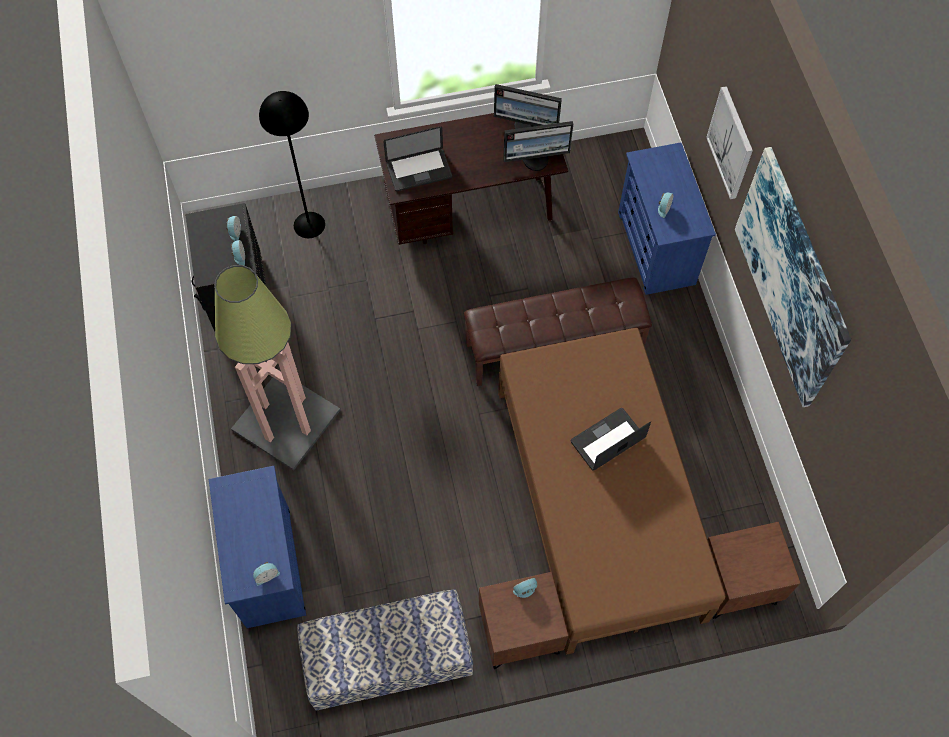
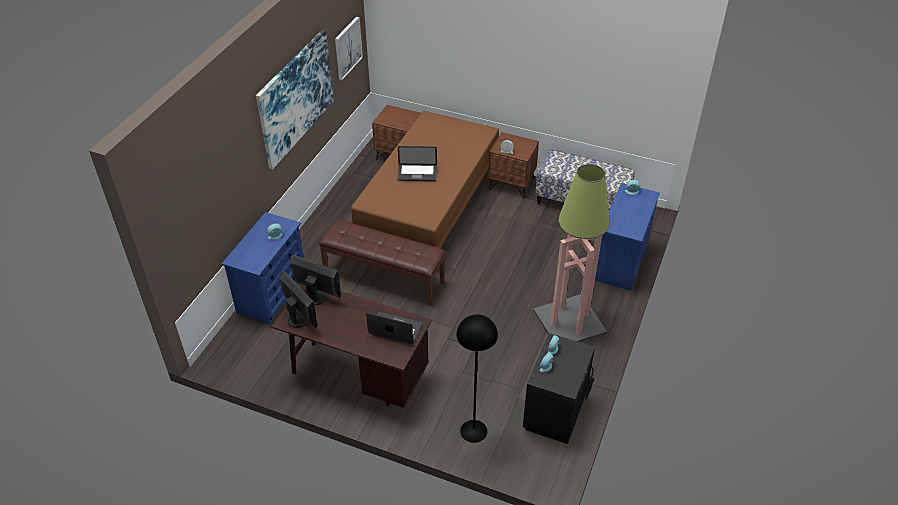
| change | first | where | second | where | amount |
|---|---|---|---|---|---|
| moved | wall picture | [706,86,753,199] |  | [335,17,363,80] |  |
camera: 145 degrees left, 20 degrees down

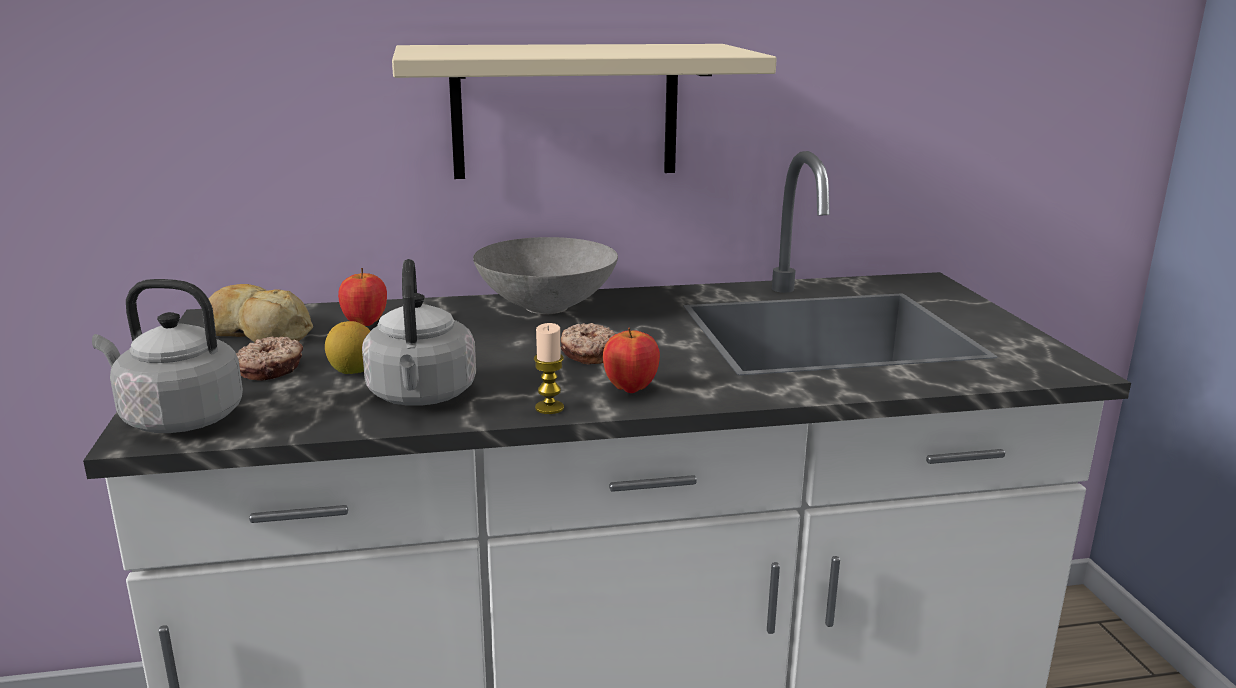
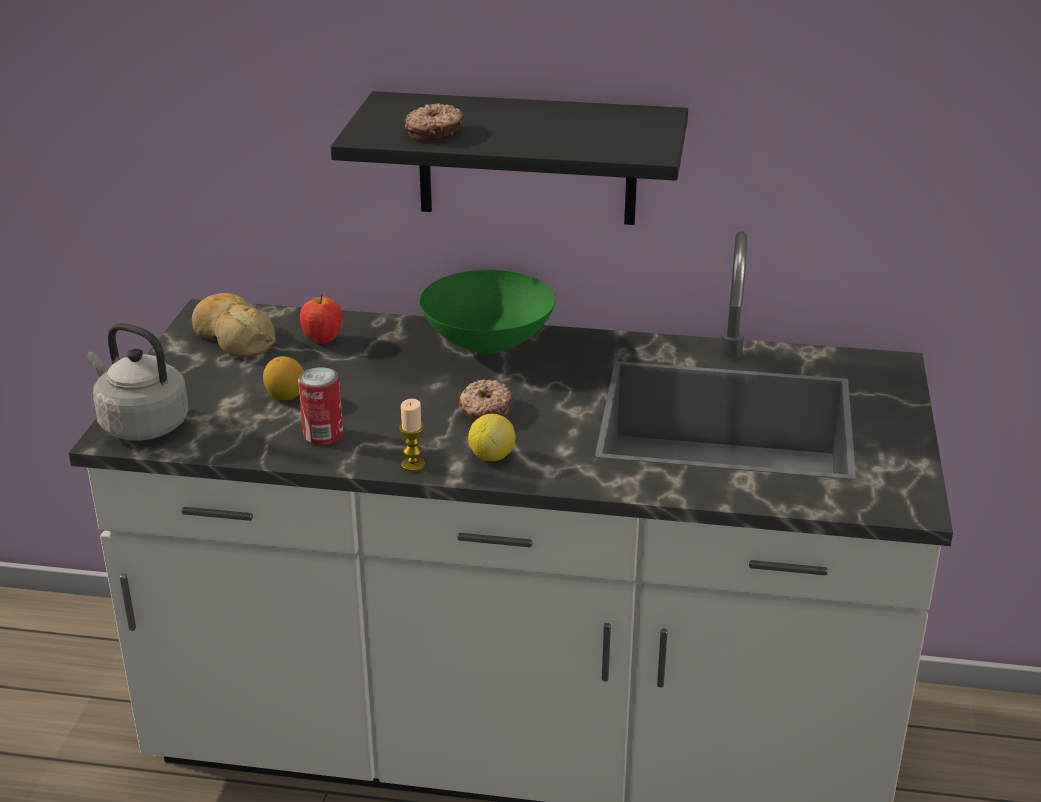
| change | first | where | second | where | amount |
|---|---|---|---|---|---|
| moved | ring doughnut | [236,336,303,381] |  | [405,103,464,141] |  |
| replaced | grey tea kettle | [362,259,476,406] | can | [298,367,343,445] |  |
| replaced | apple fruit | [603,327,660,393] | lemon | [468,414,515,461] |  |
| recoloured | sand-coloured bracket shelf | [392,44,777,179] | blackish bracket shelf | [331,91,688,225] |  |
| recoloured | grey serving bowl | [473,237,618,314] | green serving bowl | [420,270,555,354] |  |
camera: 20 degrees right, 10 degrees up

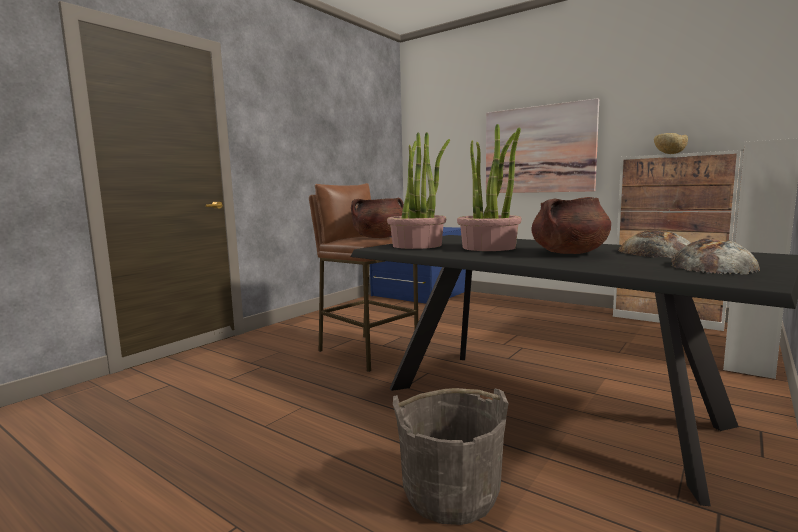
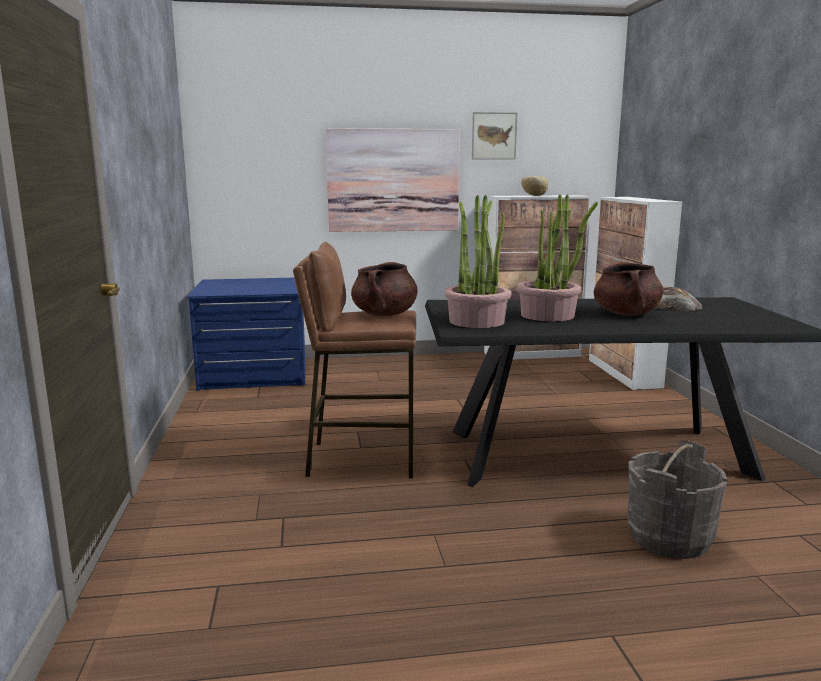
| change | first | where | second | where | amount |
|---|---|---|---|---|---|
| removed | bread | [671,239,760,275] |  |  |  |
| added |  |  | wall picture | [472,112,518,160] |  |
camera: 45 degrees left, 5 degrees up

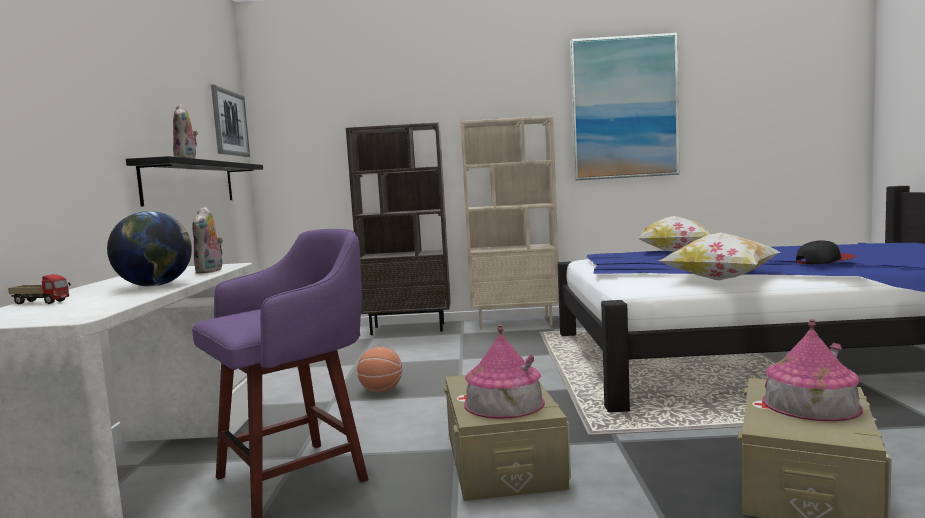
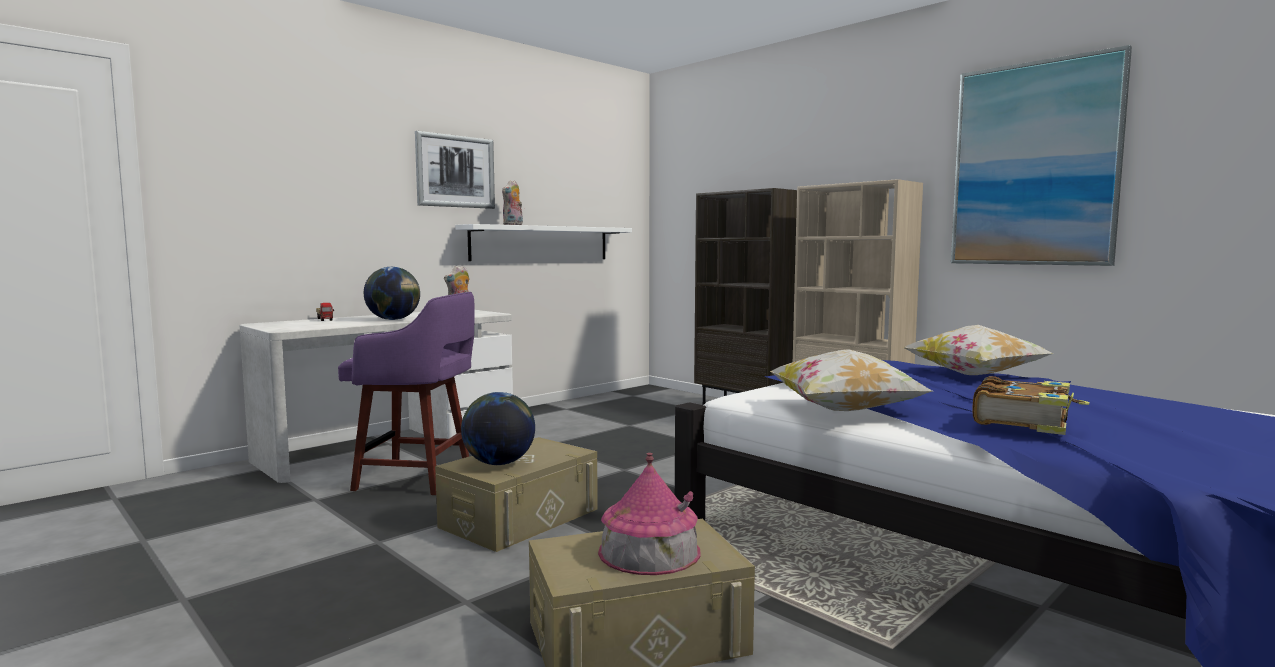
| change | first | where | second | where | amount |
|---|---|---|---|---|---|
| removed | basketball | [357,347,402,392] |  |  |  |
| moved | wall picture | [211,85,250,157] |  | [415,131,495,209] |  |
| replaced | model house | [464,325,545,419] | world globe | [461,392,535,465] |  |
| replaced | peaked cap | [796,240,856,264] | bound book | [972,376,1090,435] |  |
| recoloured | blackish bracket shelf | [126,156,263,207] | whitish bracket shelf | [455,224,632,261] |  |
camera: 45 degrees right, 0 degrees up

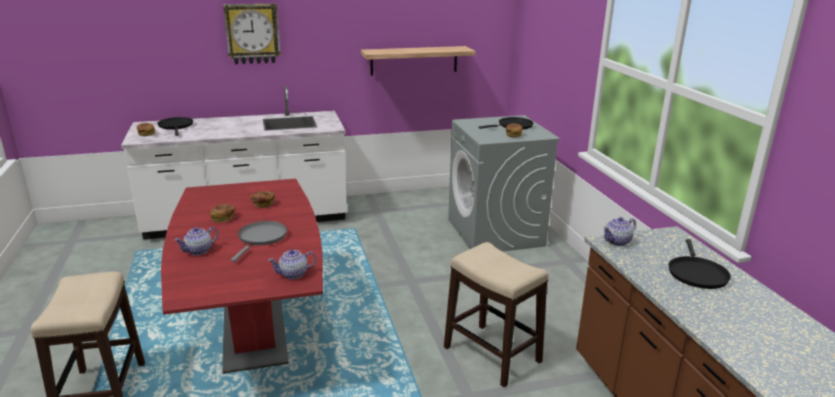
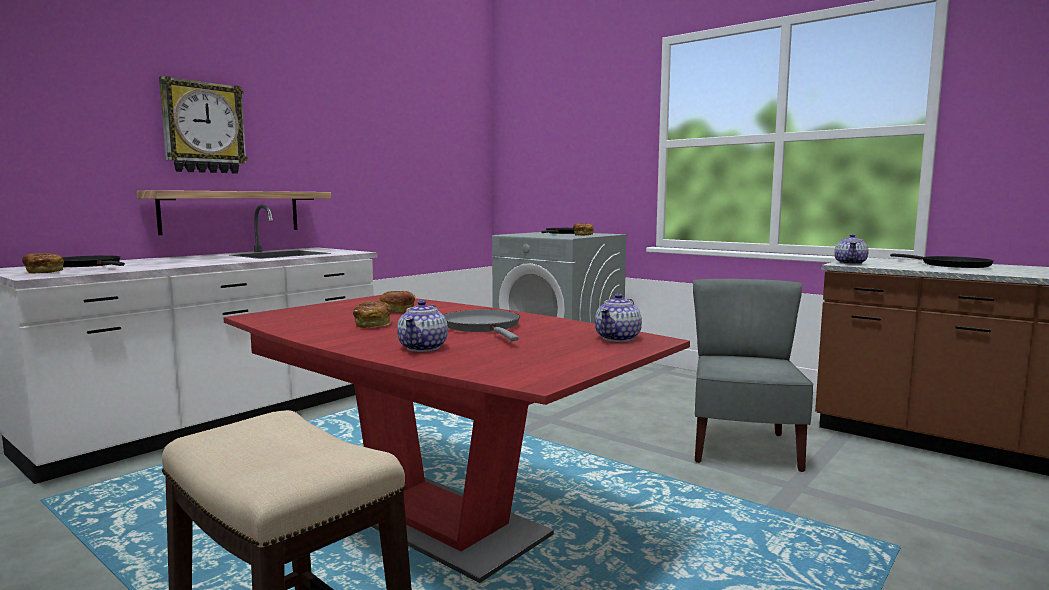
| change | first | where | second | where | amount |
|---|---|---|---|---|---|
| moved | bracket shelf | [361,46,476,75] |  | [136,190,331,235] |  |
| replaced | sitting stool | [444,242,549,388] | grey plain chair | [693,279,813,472] |  |
camera: 35 degrees left, 15 degrees down

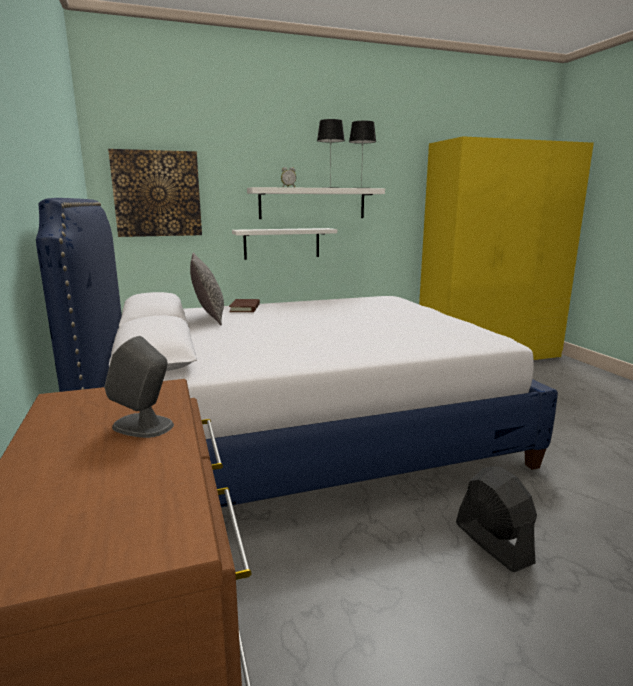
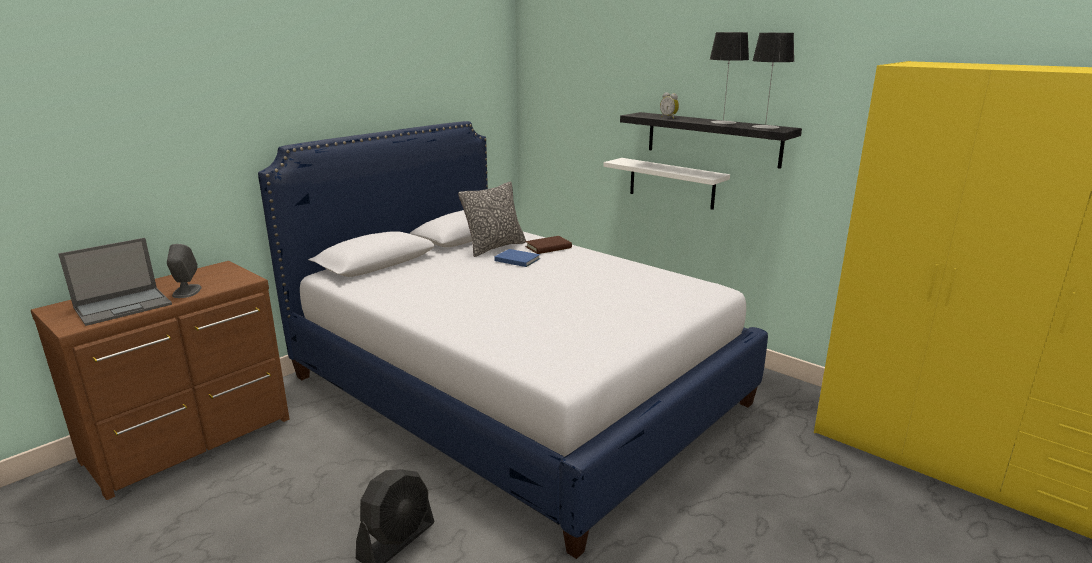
| change | first | where | second | where | amount |
|---|---|---|---|---|---|
| removed | wall picture | [108,149,202,237] |  |  |  |
| added |  |  | notebook computer | [58,238,172,326] |  |
| added |  |  | blue-coloured bound book | [494,249,540,267] |  |
| recoloured | whitish bracket shelf | [247,187,385,219] | blackish bracket shelf | [620,112,802,169] |  |
camera: 60 degrees right, 5 degrees up

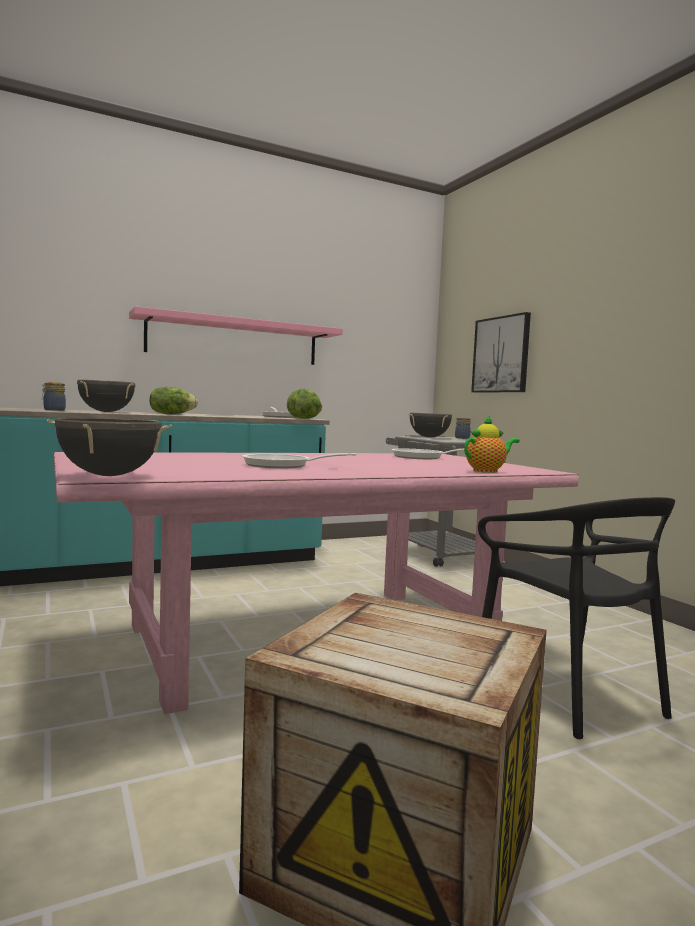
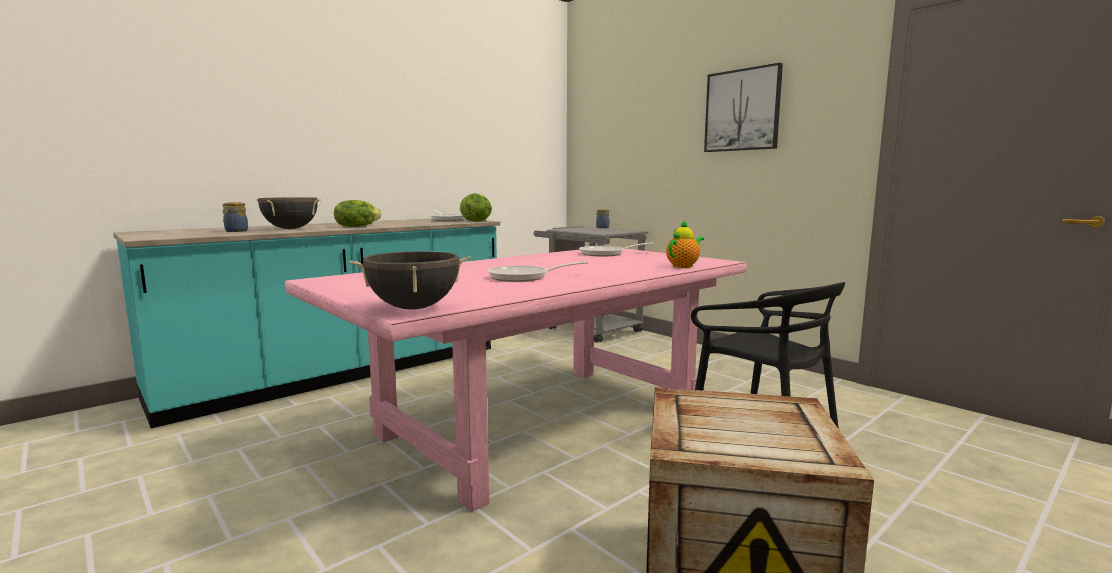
| change | first | where | second | where | amount |
|---|---|---|---|---|---|
| removed | pink-coloured bracket shelf | [129,306,343,365] |  |  |  |
| removed | blackish stockpot | [409,413,452,438] |  |  |  |
| moved | wall picture | [471,312,531,392] |  | [704,63,783,152] |  |
camera: 15 degrees left, 5 degrees up

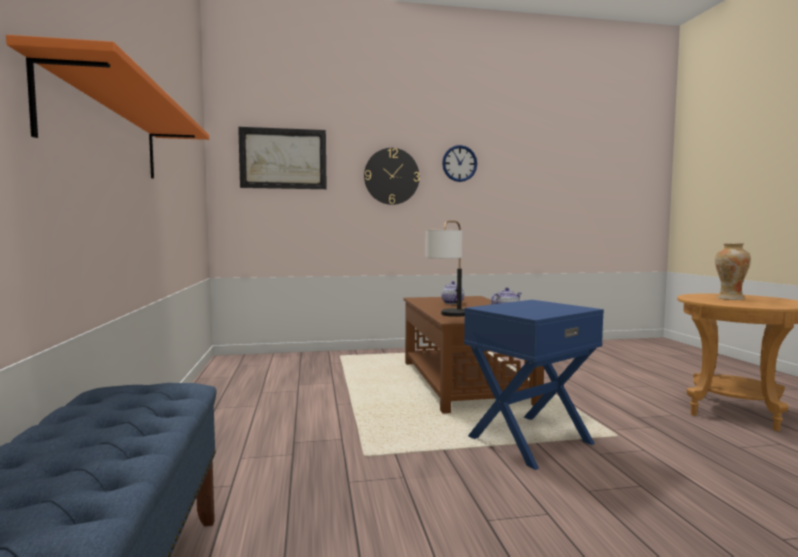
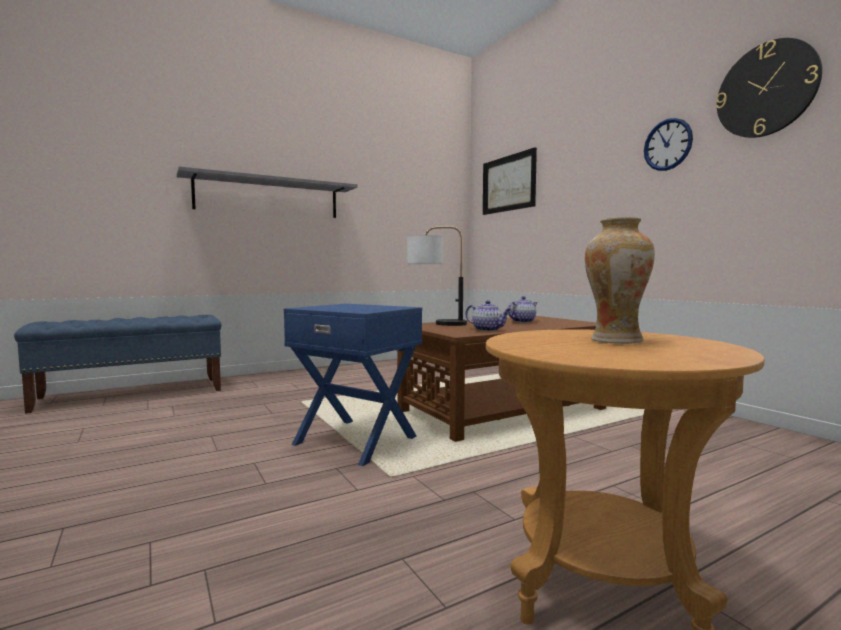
| change | first | where | second | where | amount |
|---|---|---|---|---|---|
| moved | clock on the wall | [364,148,420,205] |  | [716,38,822,138] |  |
| recoloured | orange-coloured bracket shelf | [6,35,209,179] | grey bracket shelf | [177,166,357,218] |  |
camera: 70 degrees right, 0 degrees up

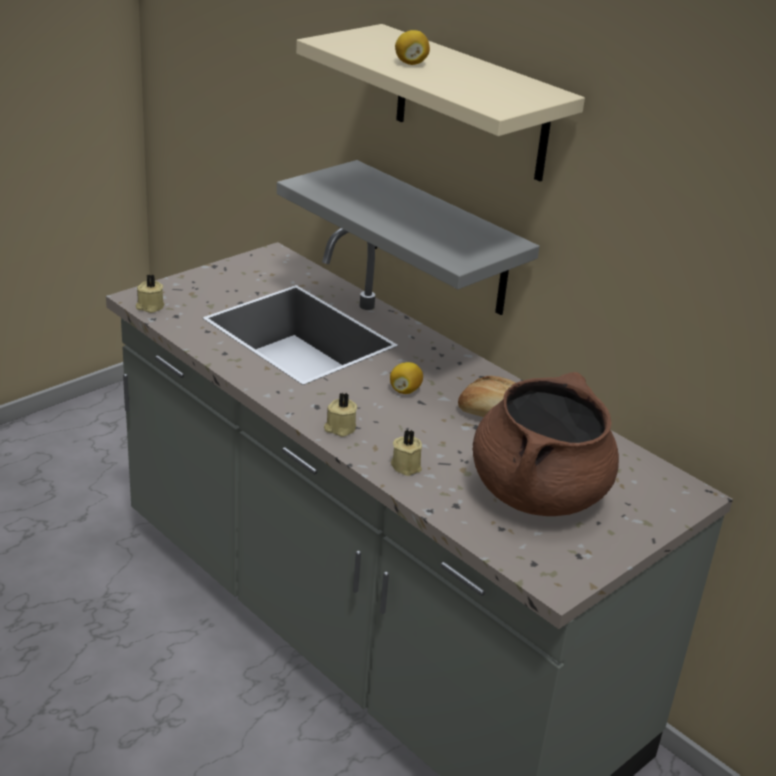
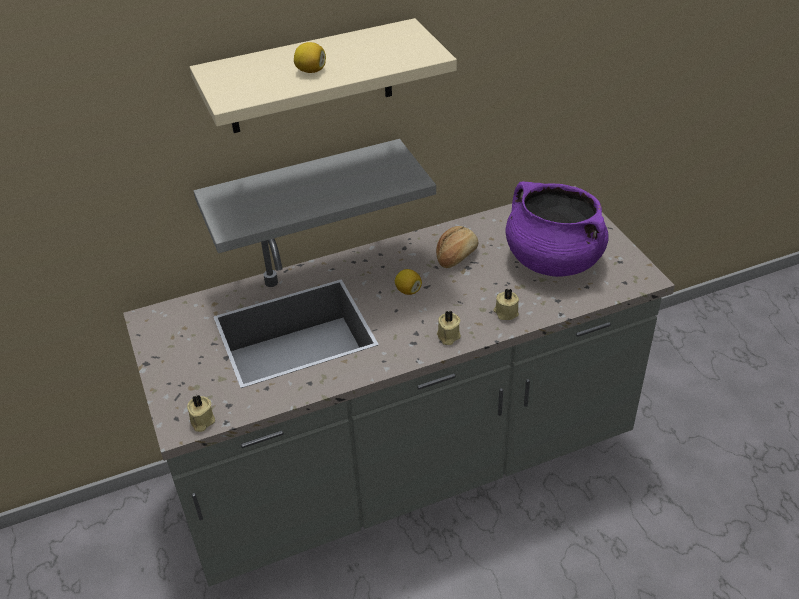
| change | first | where | second | where | amount |
|---|---|---|---|---|---|
| recoloured | brown-coloured stockpot | [473,372,619,516] | purplish stockpot | [505,181,609,277] |  |
camera: 65 degrees left, 10 degrees up

